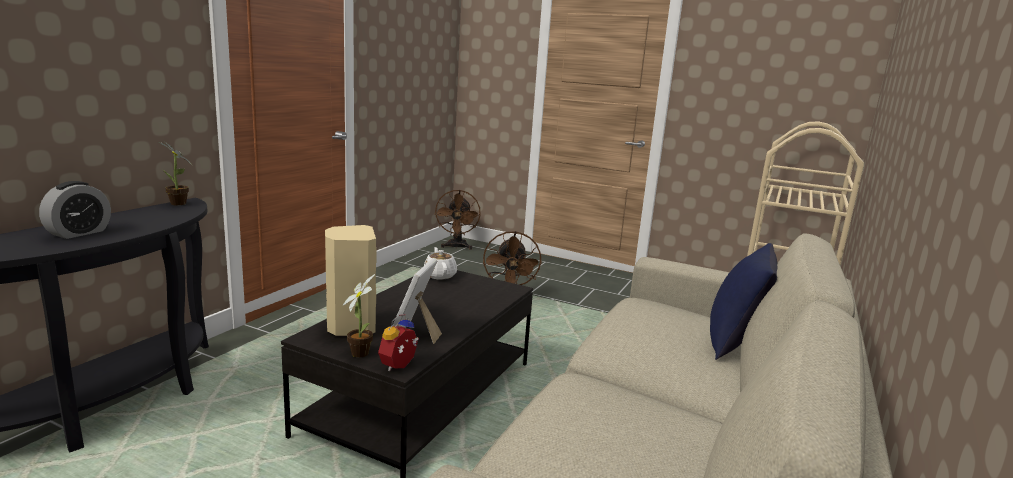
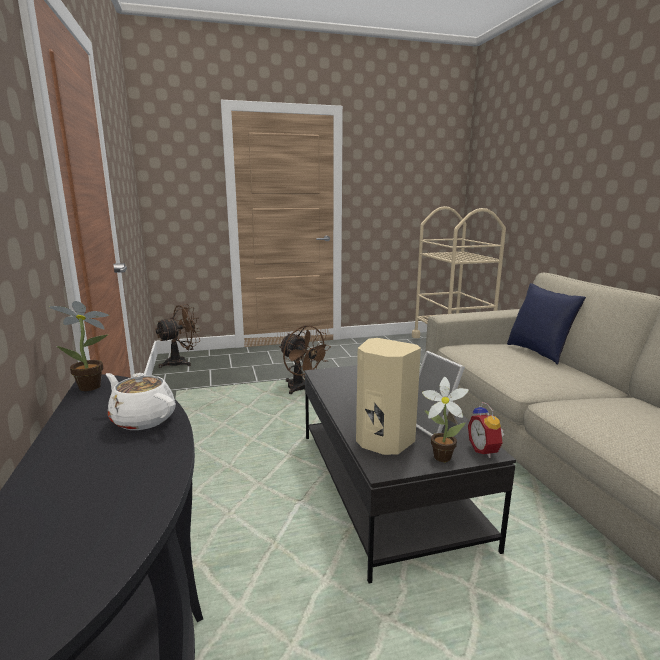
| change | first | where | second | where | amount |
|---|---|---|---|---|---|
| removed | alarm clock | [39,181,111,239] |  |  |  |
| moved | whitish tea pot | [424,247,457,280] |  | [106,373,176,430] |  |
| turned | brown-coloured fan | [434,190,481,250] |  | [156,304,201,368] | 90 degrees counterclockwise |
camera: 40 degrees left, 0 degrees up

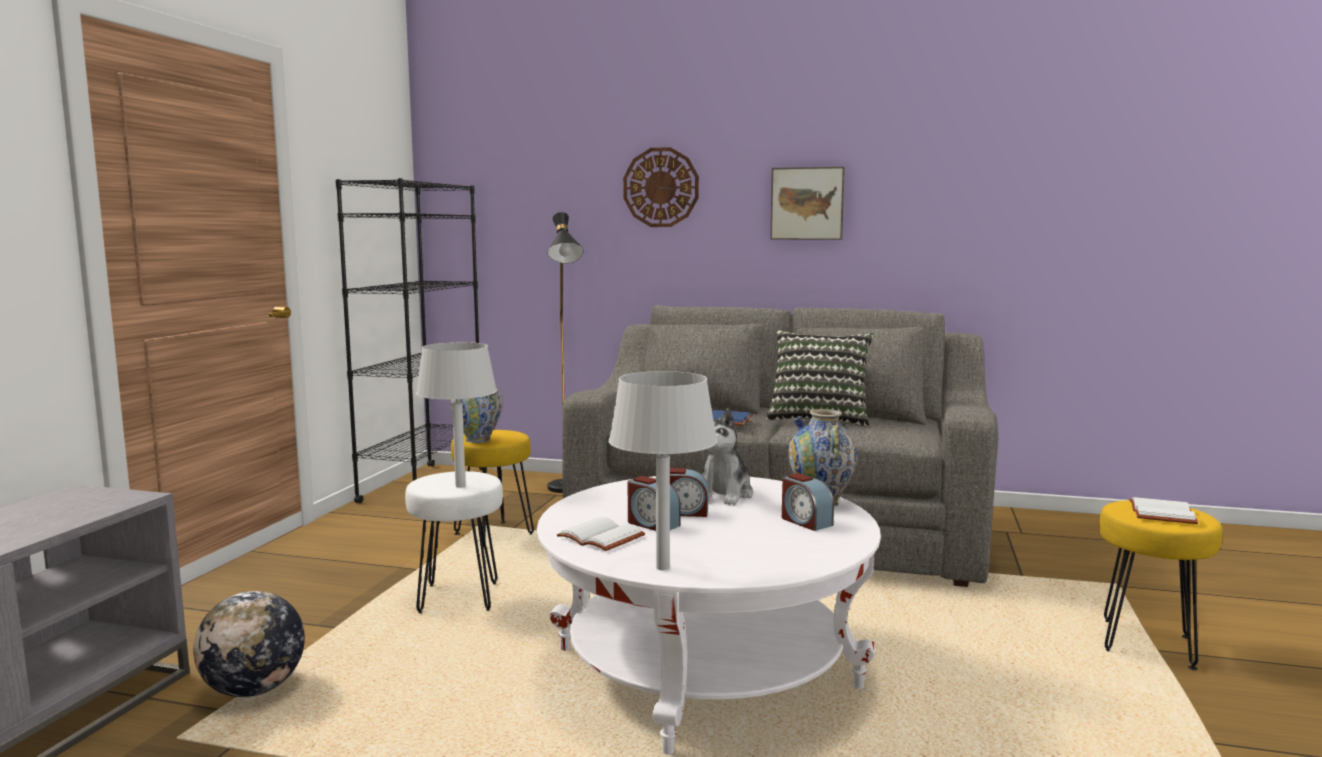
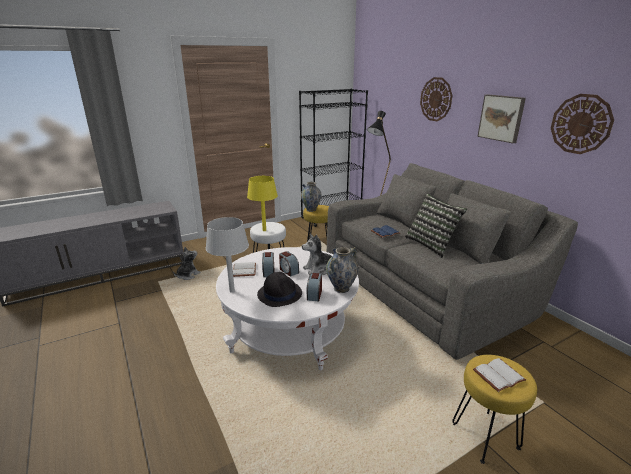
| change | first | where | second | where | amount |
|---|---|---|---|---|---|
| added |  |  | blackish wearable hat | [257,272,302,307] |  |
| added |  |  | clock on the wall | [551,94,614,154] |  |
| replaced | world globe | [193,591,305,697] | plush toy | [173,247,201,280] |  |
| recoloured | grey lamp for a table | [416,342,497,488] | yellow-coloured lamp for a table | [247,176,278,231] |  |
camera: 45 degrees right, 15 degrees up

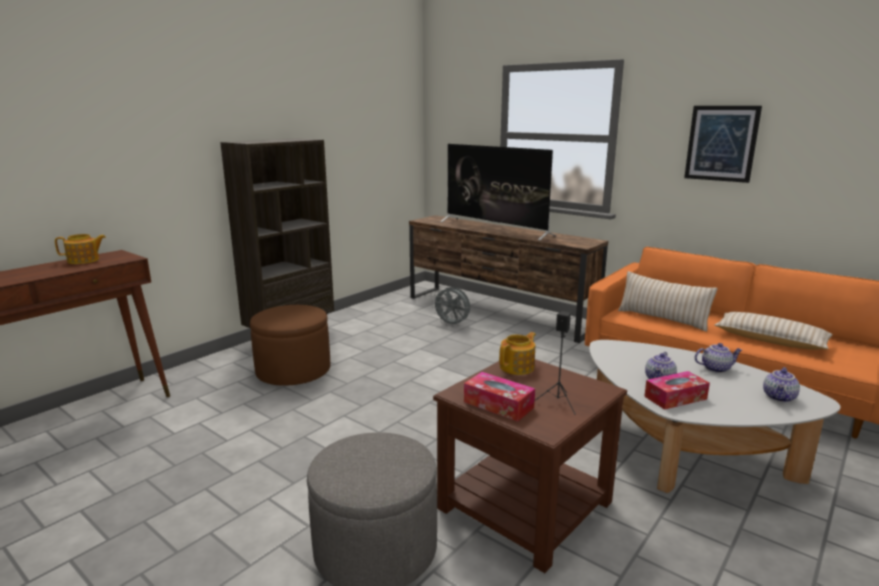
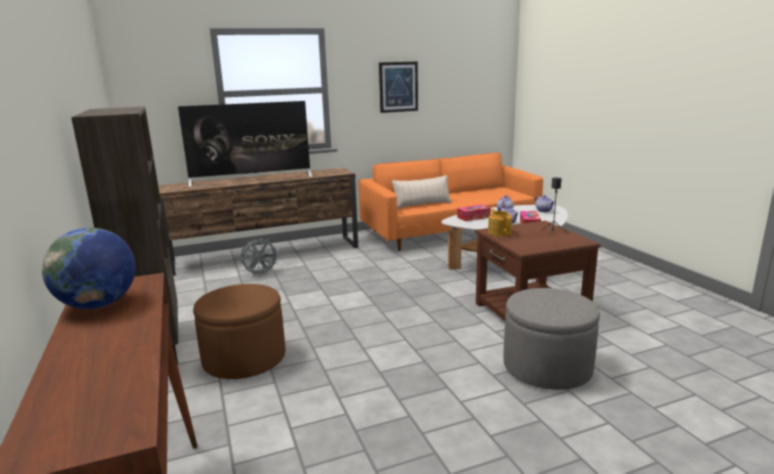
| change | first | where | second | where | amount |
|---|---|---|---|---|---|
| removed | sand-coloured pillow | [715,312,833,350] |  |  |  |
| moved | tissue holder | [464,372,535,422] |  | [457,205,491,221] |  |
| replaced | tea pot | [55,234,106,264] | world globe | [42,227,136,309] |  |
camera: 60 degrees left, 0 degrees up

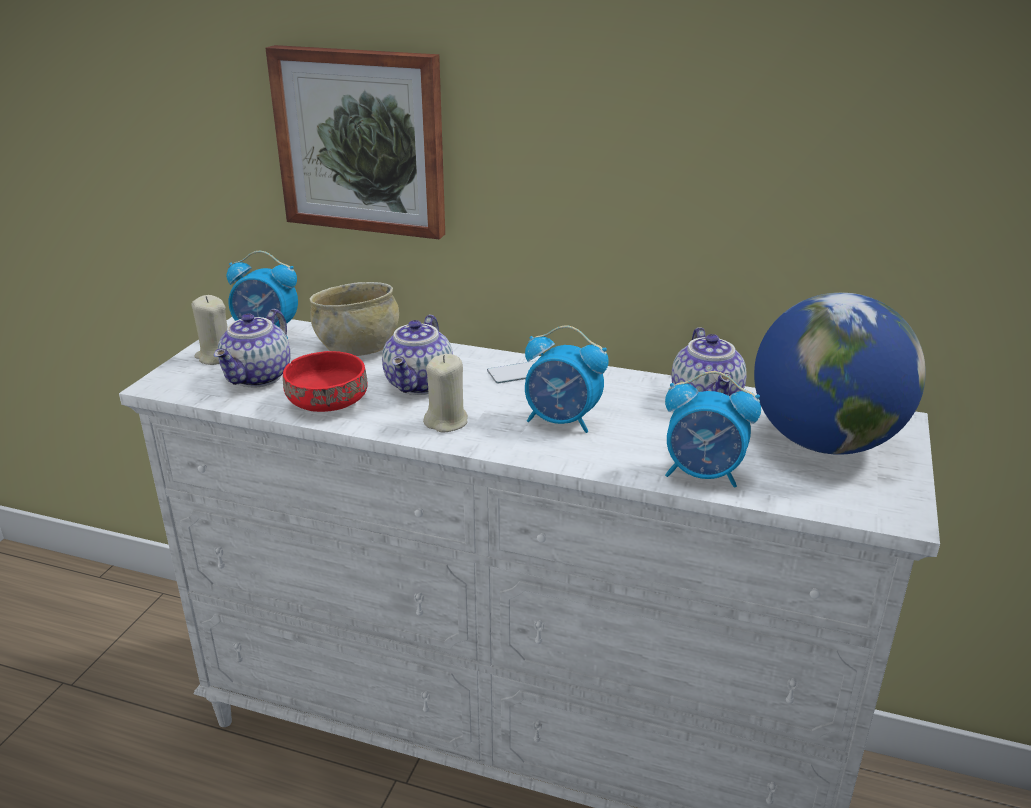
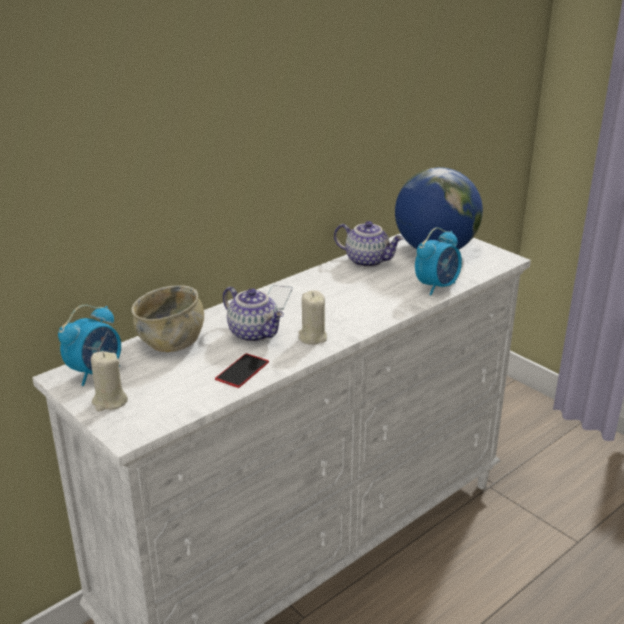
| change | first | where | second | where | amount |
|---|---|---|---|---|---|
| removed | tea pot | [214,309,290,388] |  |  |  |
| removed | wall picture | [265,45,445,240] |  |  |  |
| removed | alarm clock | [525,325,609,433] |  |  |  |
| replaced | reddish serving bowl | [283,351,368,412] | handset | [215,353,269,388] |  |
camera: 60 degrees left, 0 degrees up

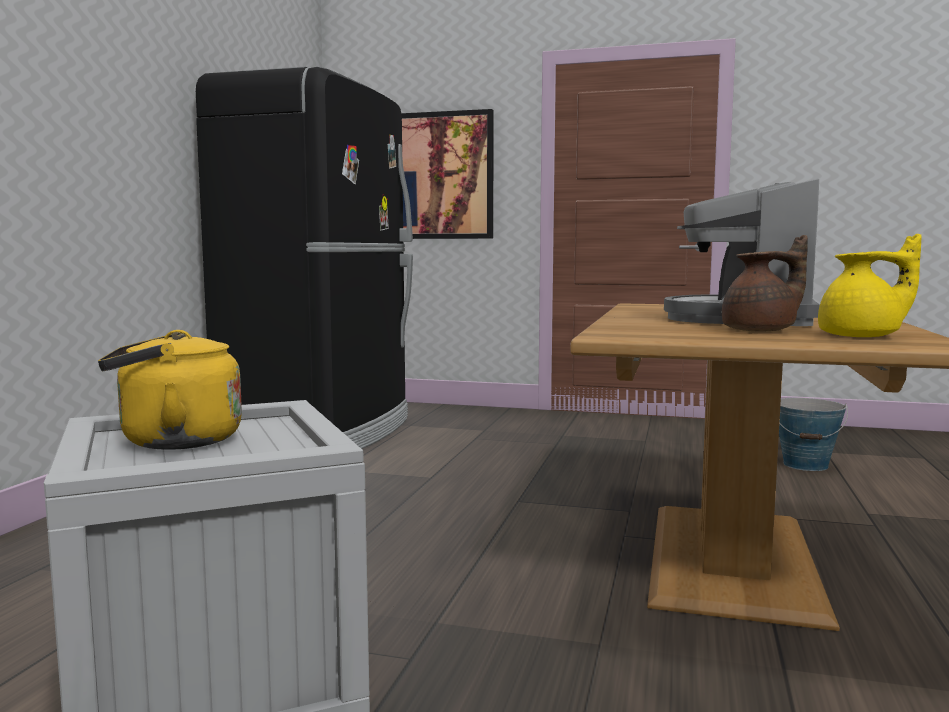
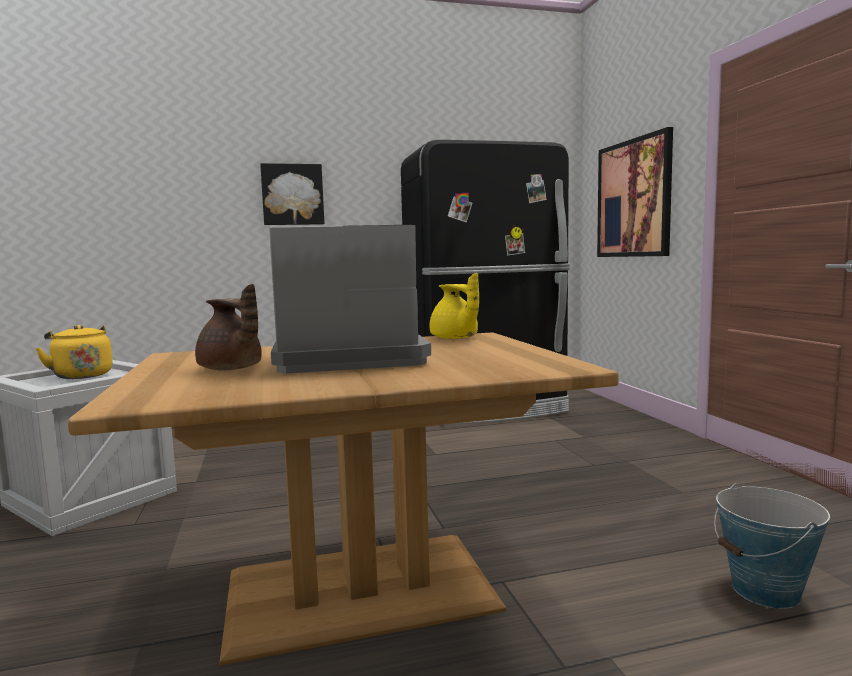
| change | first | where | second | where | amount |
|---|---|---|---|---|---|
| added |  |  | wall picture | [260,163,324,225] |  |
| moved | yellow-coloured tea pot | [818,234,922,337] |  | [430,273,479,339] |  |
camera: 60 degrees right, 0 degrees up

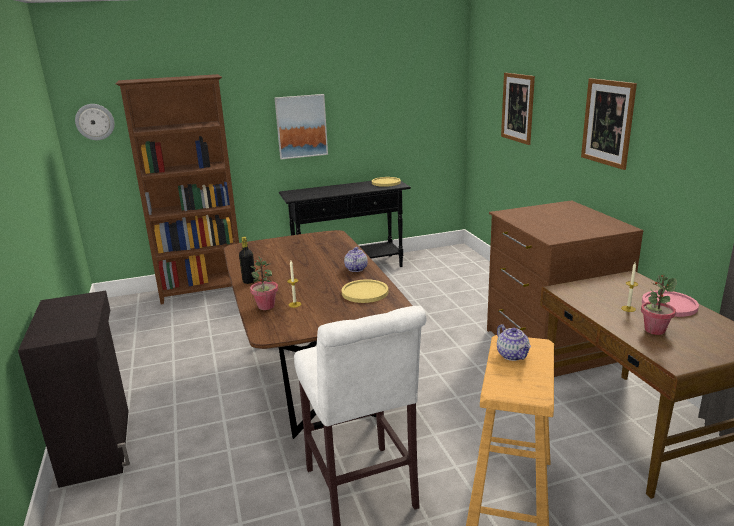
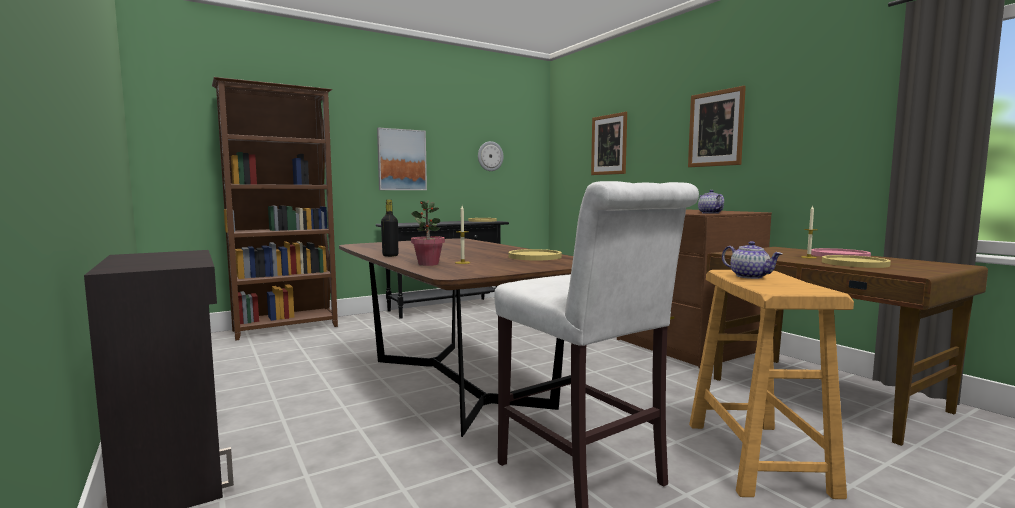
| change | first | where | second | where | amount |
|---|---|---|---|---|---|
| moved | clock on the wall | [75,104,115,140] |  | [478,141,503,171] |  |
| moved | tea pot | [344,247,368,272] |  | [698,190,724,214] |  |
| replaced | potted plant | [641,274,677,335] | yellow-coloured dinner plate | [822,255,891,268] |  |
camera: 15 degrees left, 15 degrees down

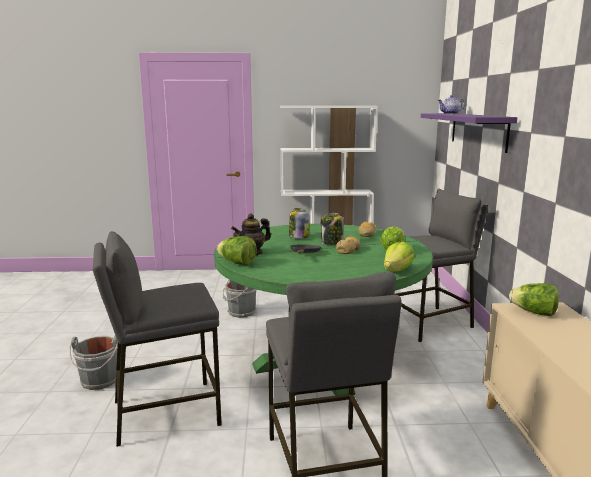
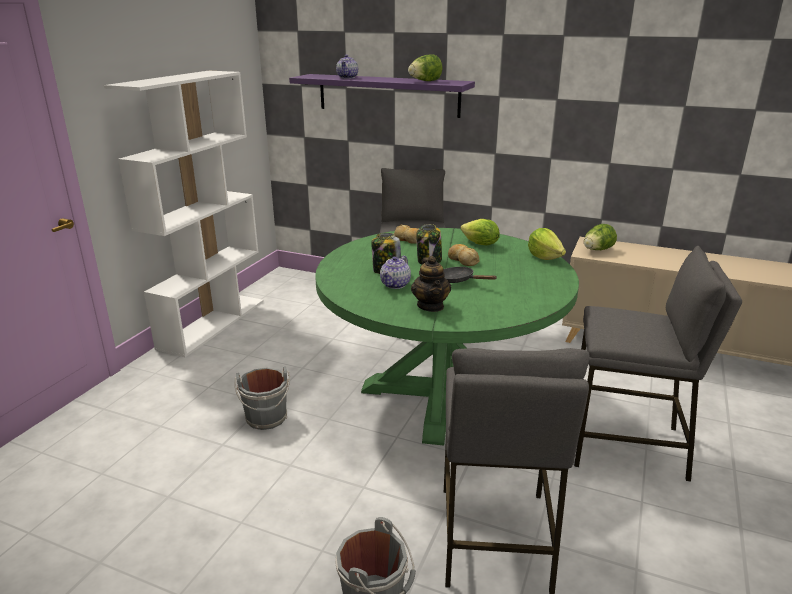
| change | first | where | second | where | amount |
|---|---|---|---|---|---|
| added |  |  | tea pot | [380,255,411,289] |  |
| moved | lettuce head | [217,236,257,266] |  | [408,54,443,81] |  |
camera: 65 degrees left, 10 degrees up

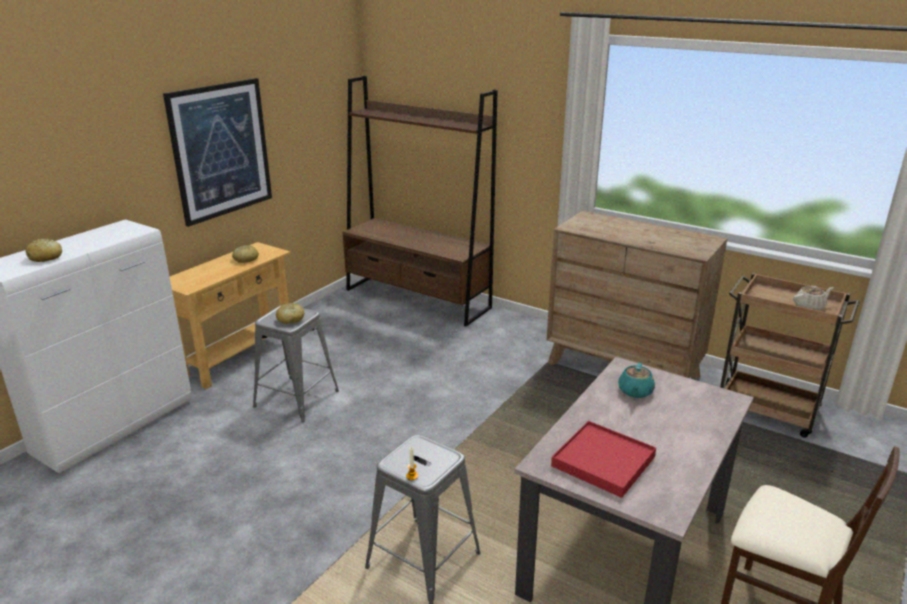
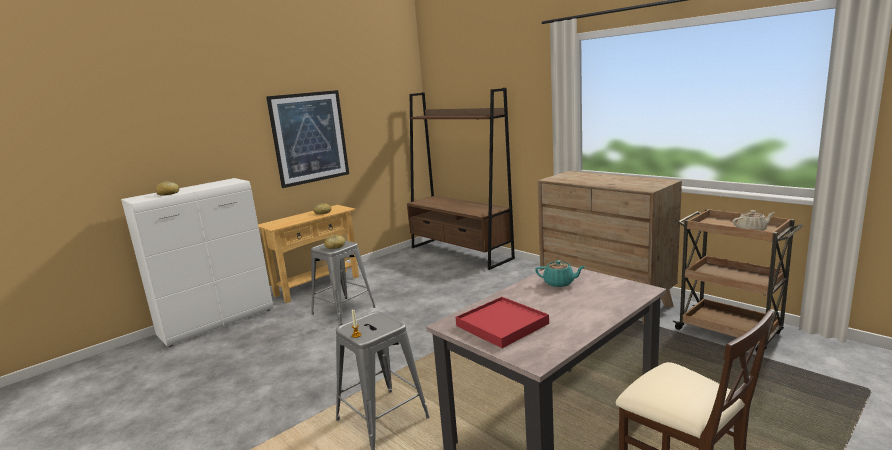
| change | first | where | second | where | amount |
|---|---|---|---|---|---|
| turned | blue-green tea pot | [618,363,655,398] |  | [535,260,586,287] | 105 degrees counterclockwise |
camera: 15 degrees right, 10 degrees down

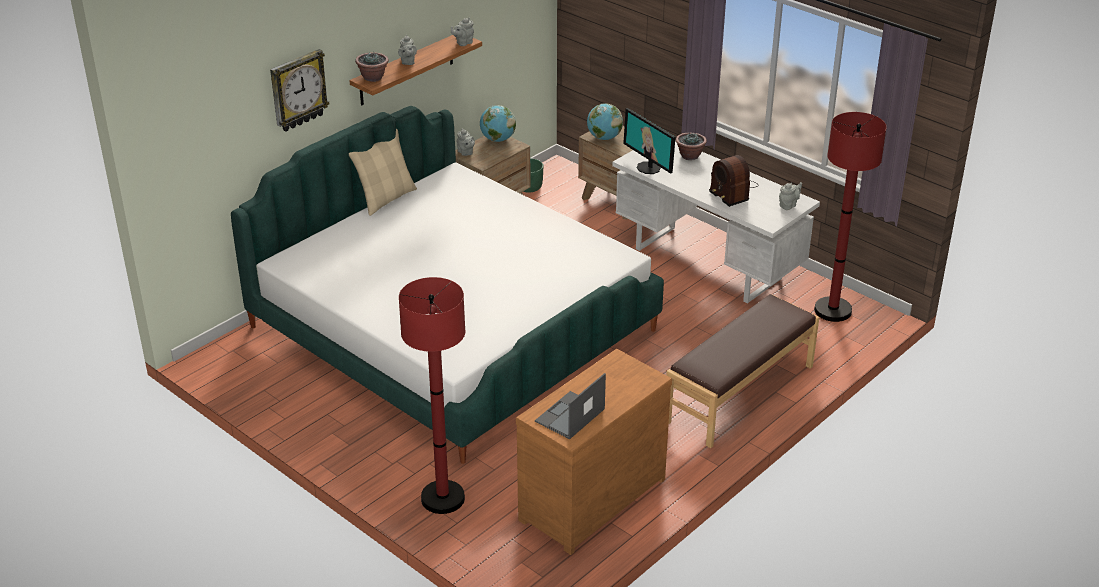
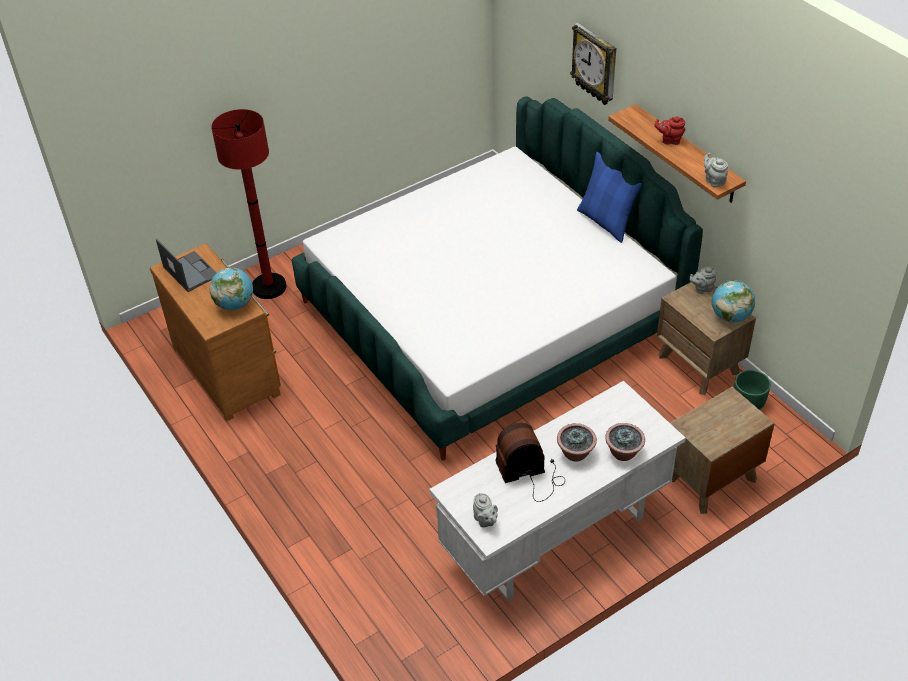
| change | first | where | second | where | amount |
|---|---|---|---|---|---|
| removed | computer screen | [623,108,676,174] |  |  |  |
| removed | brown-coloured long seat | [666,294,819,448] |  |  |  |
| removed | reddish standing lamp | [814,112,887,322] |  |  |  |
| moved | potted plant | [355,52,389,82] |  | [557,423,597,462] |  |
| moved | world globe | [587,103,623,140] |  | [209,267,253,310] |  |
| recoloured | sand-coloured pillow | [349,129,417,216] | blue-coloured pillow | [577,152,641,243] |  |
| recoloured | grey tea pot | [398,35,417,65] | reddish tea pot | [654,116,685,145] |  |
camera: 105 degrees right, 10 degrees up

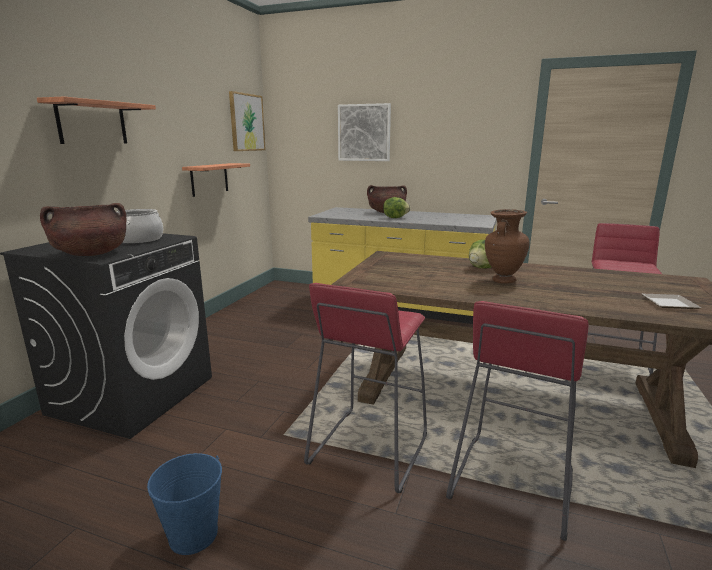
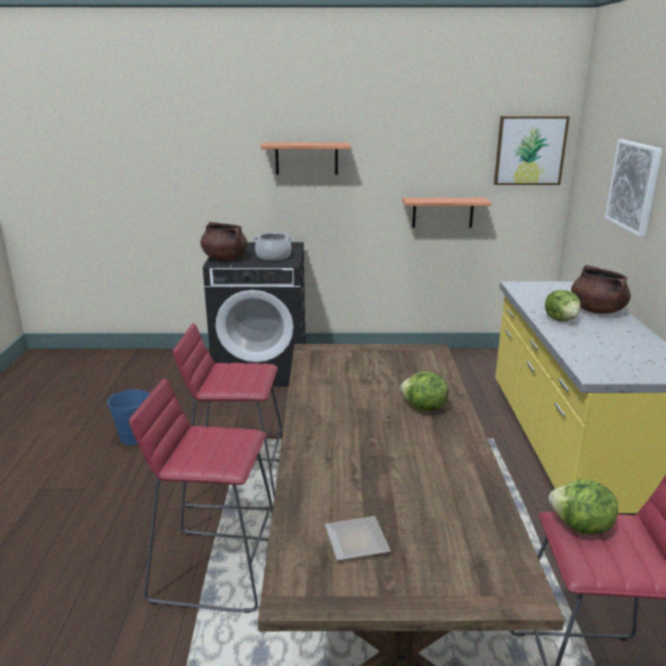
| change | first | where | second | where | amount |
|---|---|---|---|---|---|
| removed | brown-coloured flower vase | [485,209,530,284] |  |  |  |
| added |  |  | lettuce head | [549,479,618,535] |  |
camera: 70 degrees right, 5 degrees up

